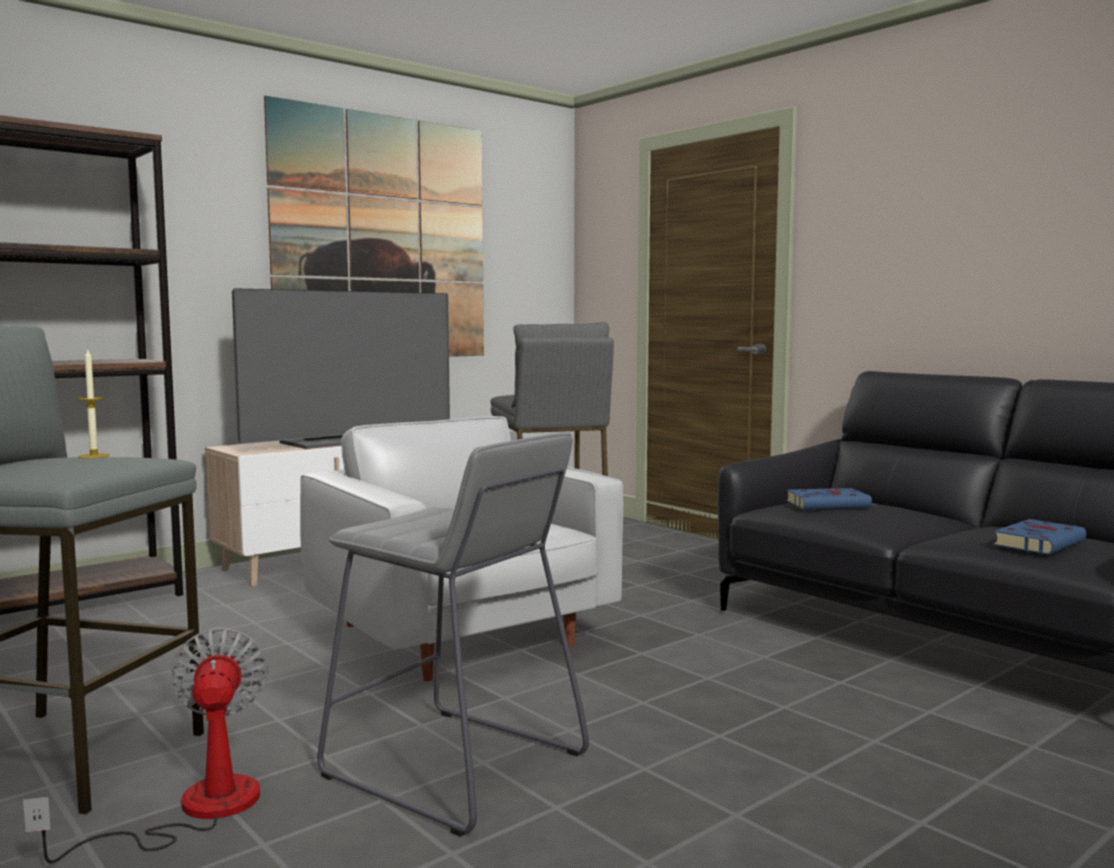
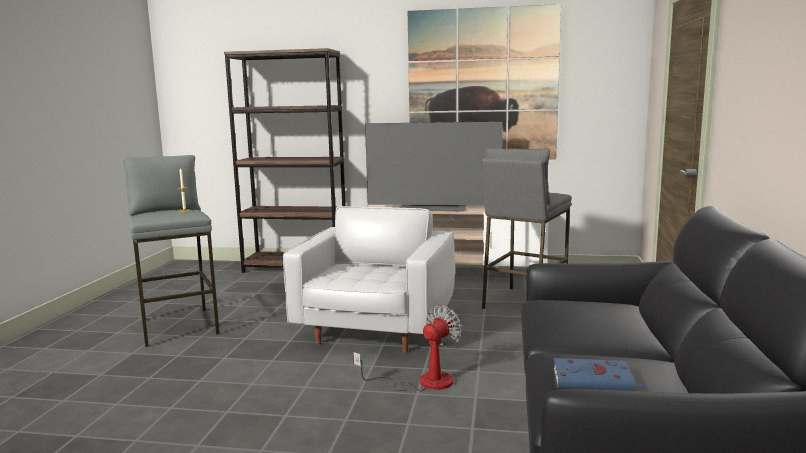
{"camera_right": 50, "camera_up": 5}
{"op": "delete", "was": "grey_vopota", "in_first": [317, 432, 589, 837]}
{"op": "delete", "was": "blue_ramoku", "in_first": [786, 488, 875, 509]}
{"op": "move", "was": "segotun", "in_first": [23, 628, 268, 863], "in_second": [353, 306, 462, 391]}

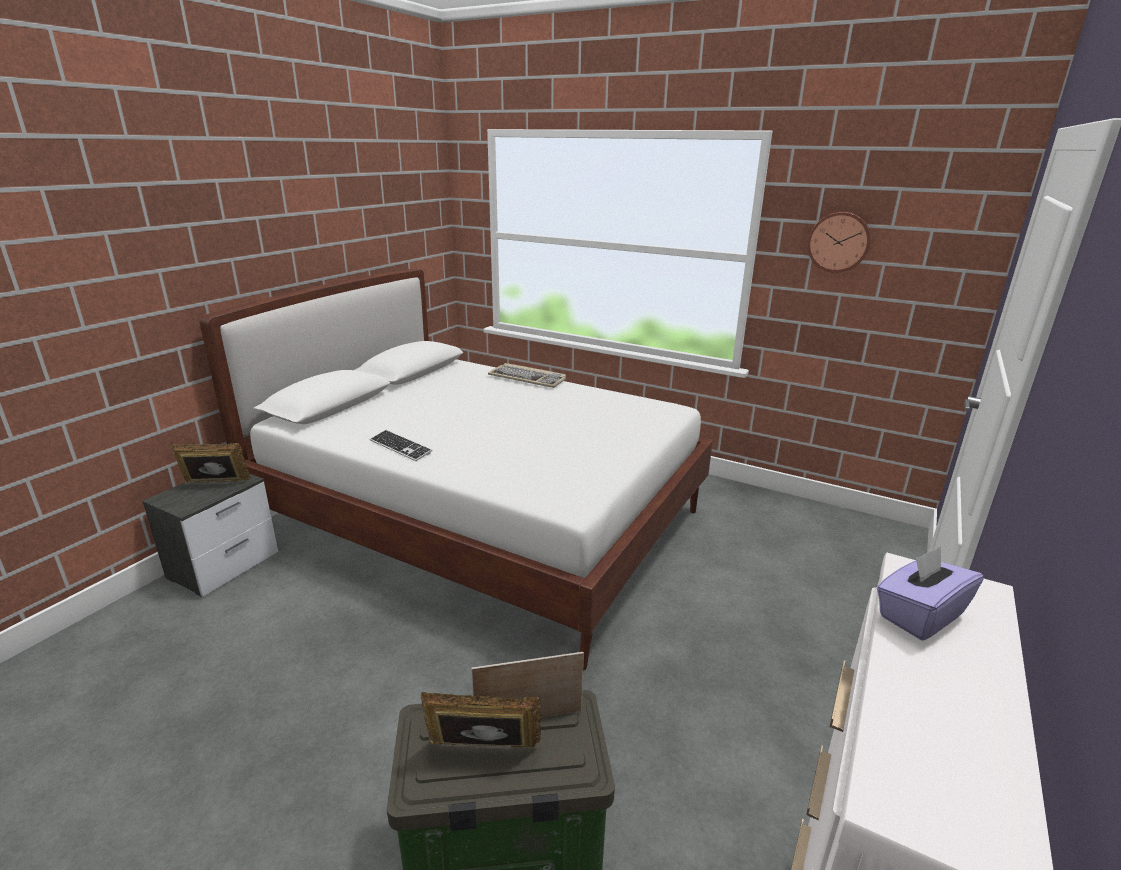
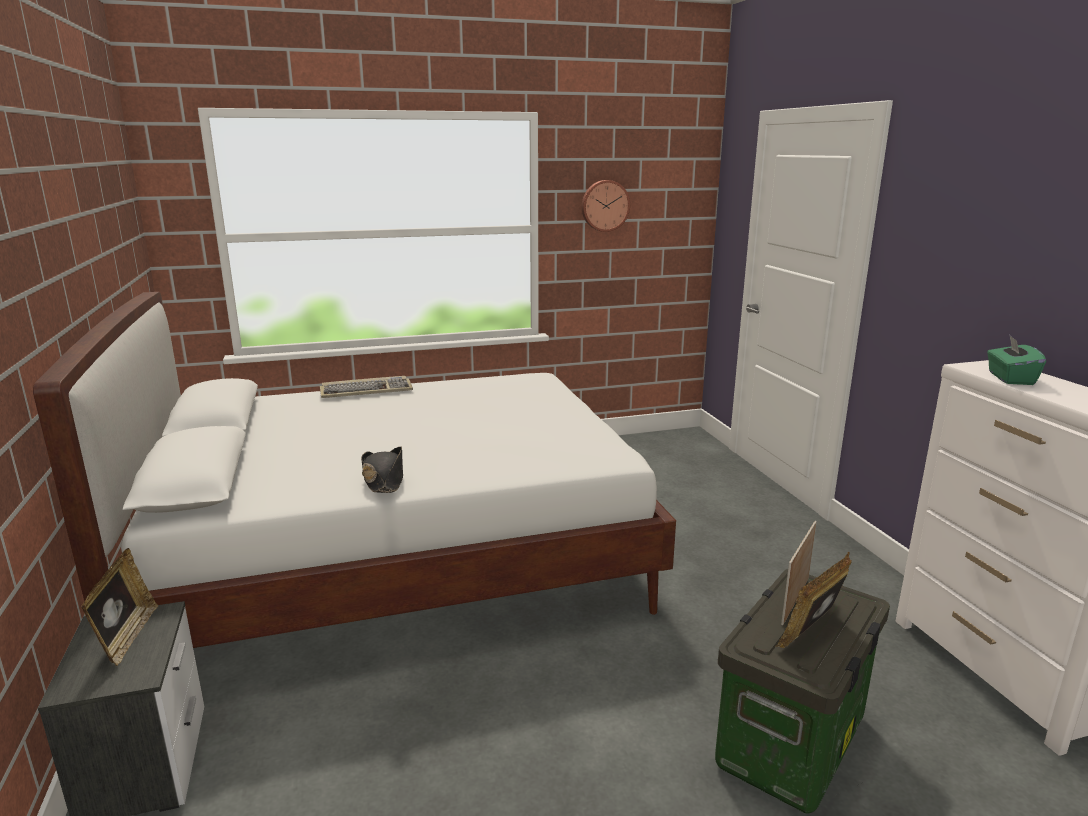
{"camera_right": -45, "camera_up": -5}
{"op": "replace", "was": "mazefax", "now": "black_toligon", "in_first": [370, 430, 433, 461], "in_second": [361, 446, 403, 493]}
{"op": "recolor", "was": "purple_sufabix", "now": "green_sufabix", "in_first": [877, 546, 983, 641], "in_second": [987, 336, 1046, 385]}
{"op": "rotate", "was": "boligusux", "in_first": [172, 443, 251, 483], "in_second": [81, 548, 159, 666], "clockwise": 135}

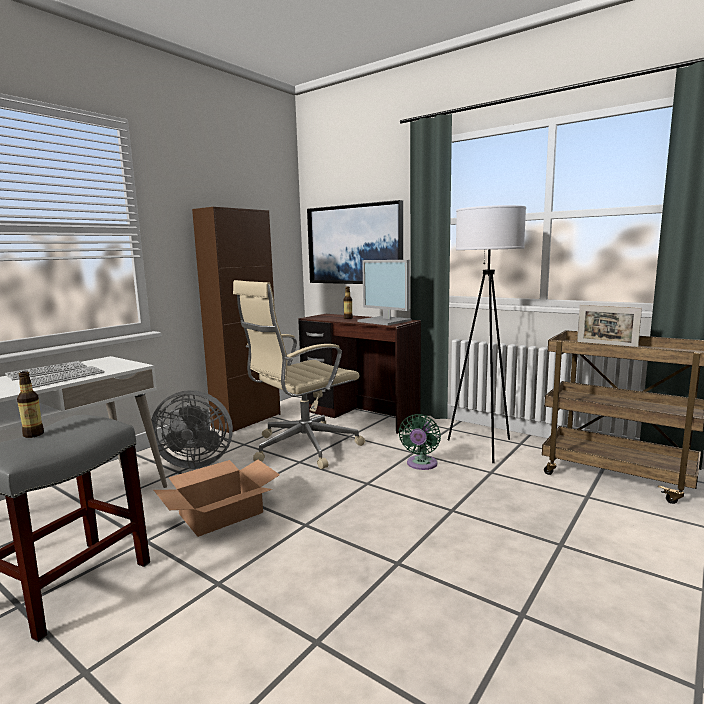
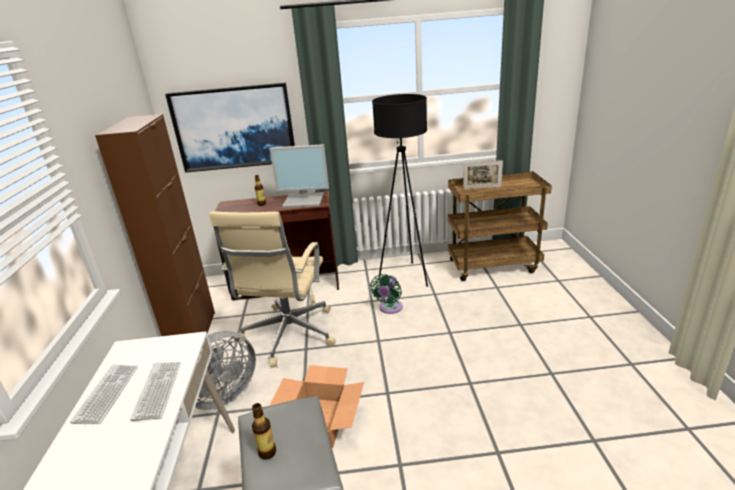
{"camera_right": -40, "camera_up": 15}
{"op": "recolor", "was": "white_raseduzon", "now": "black_raseduzon", "in_first": [448, 205, 526, 463], "in_second": [372, 94, 428, 287]}
{"op": "rotate", "was": "green_segotun", "in_first": [399, 414, 441, 470], "in_second": [370, 274, 403, 314], "clockwise": 45}

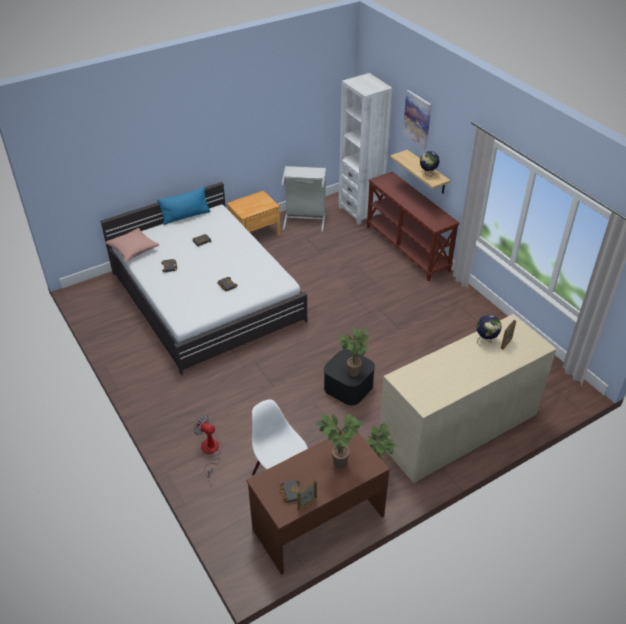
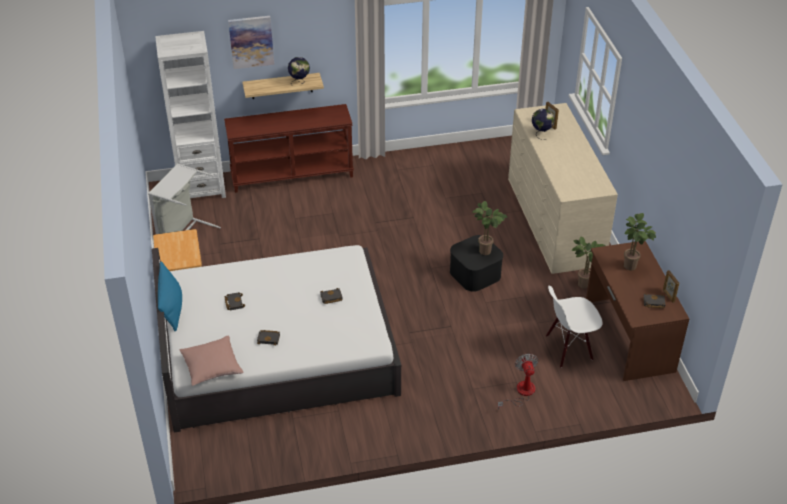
{"camera_right": -70, "camera_up": 0}
{"op": "rotate", "was": "segotun", "in_first": [193, 415, 221, 478], "in_second": [498, 353, 538, 410], "clockwise": 120}

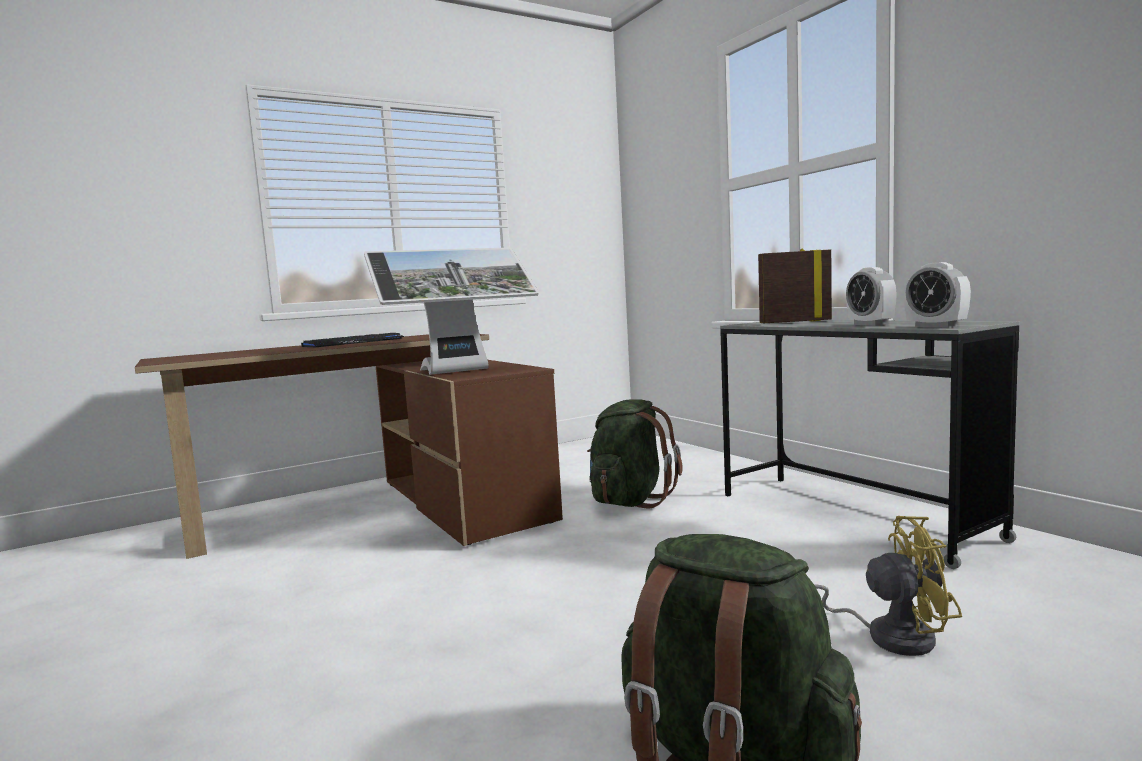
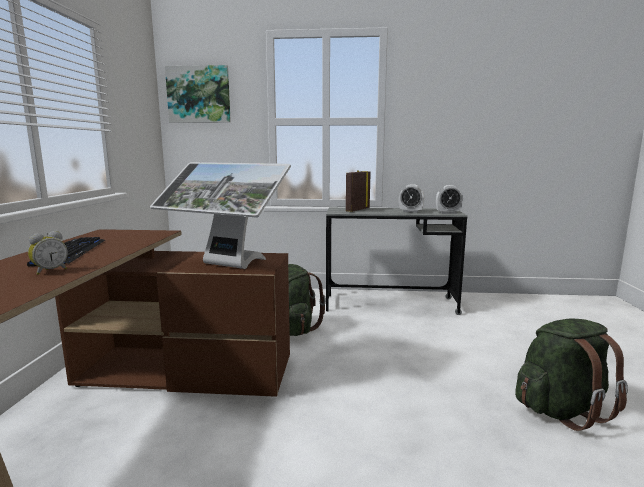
{"camera_right": -55, "camera_up": 5}
{"op": "delete", "was": "yellow_segotun", "in_first": [815, 516, 963, 656]}
{"op": "insert", "now": "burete", "in_second": [28, 231, 68, 275]}
{"op": "insert", "now": "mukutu", "in_second": [165, 65, 231, 123]}
{"op": "rotate", "was": "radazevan", "in_first": [364, 247, 539, 375], "in_second": [150, 162, 291, 269], "clockwise": 105}

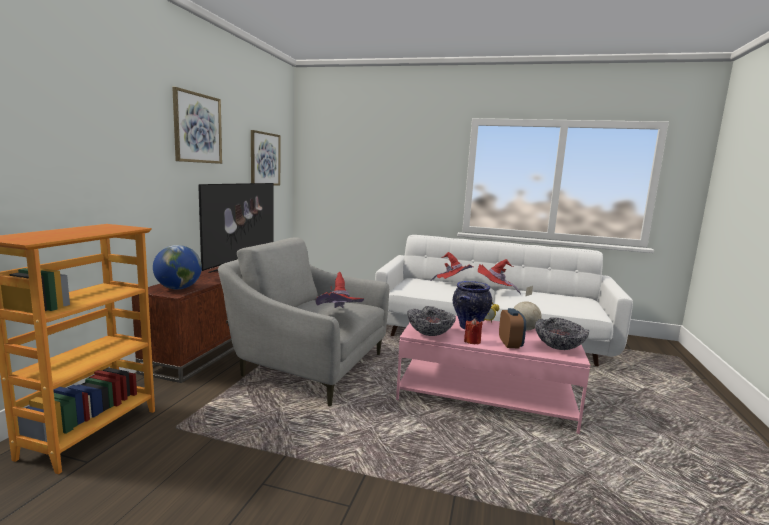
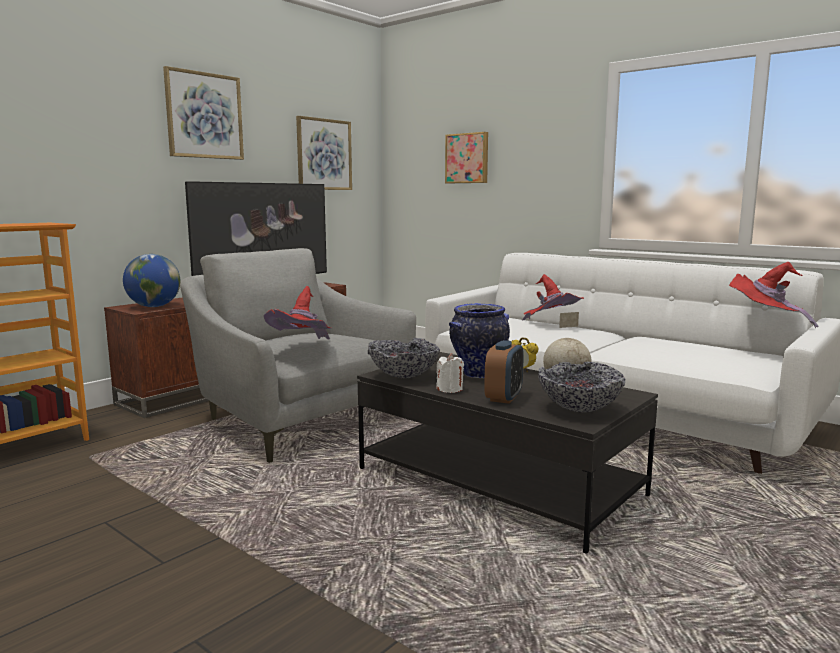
{"camera_right": 25, "camera_up": 0}
{"op": "insert", "now": "mukutu", "in_second": [445, 132, 488, 183]}
{"op": "move", "was": "red_toligon", "in_first": [478, 259, 521, 295], "in_second": [729, 262, 819, 329]}
{"op": "recolor", "was": "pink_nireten", "now": "black_nireten", "in_first": [396, 316, 590, 434], "in_second": [357, 352, 658, 554]}
{"op": "recolor", "was": "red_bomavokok", "now": "white_bomavokok", "in_first": [464, 318, 483, 344], "in_second": [436, 353, 464, 393]}

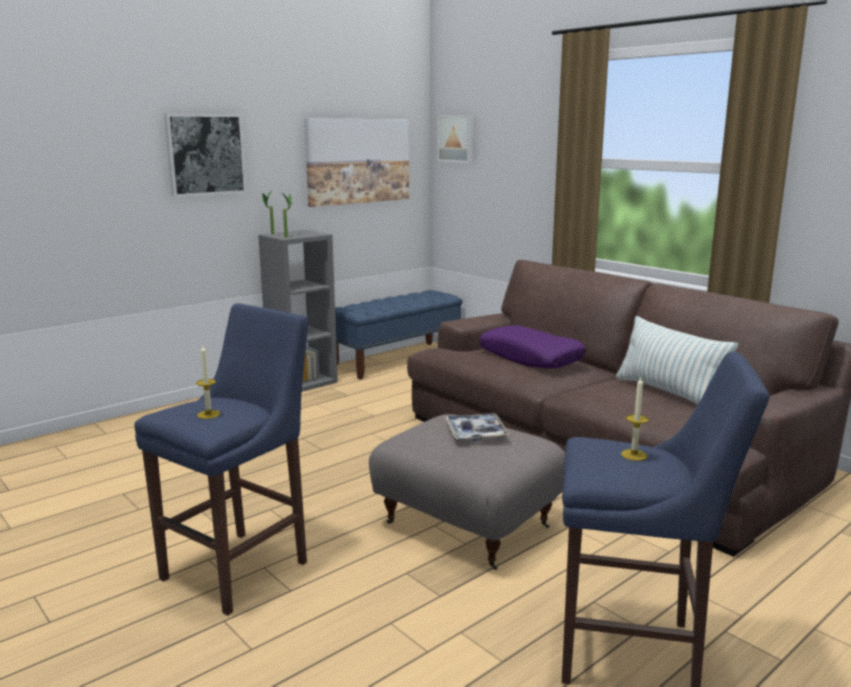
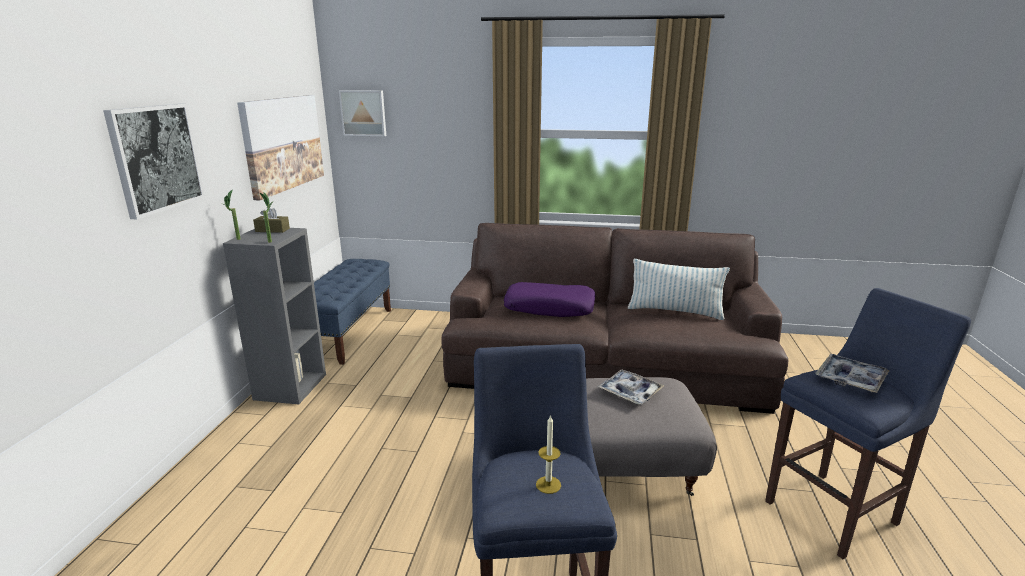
{"camera_right": -40, "camera_up": 5}
{"op": "insert", "now": "brown_sufabix", "in_second": [253, 207, 290, 233]}
{"op": "replace", "was": "bomavokok", "now": "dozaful", "in_first": [621, 377, 649, 461], "in_second": [816, 354, 890, 393]}

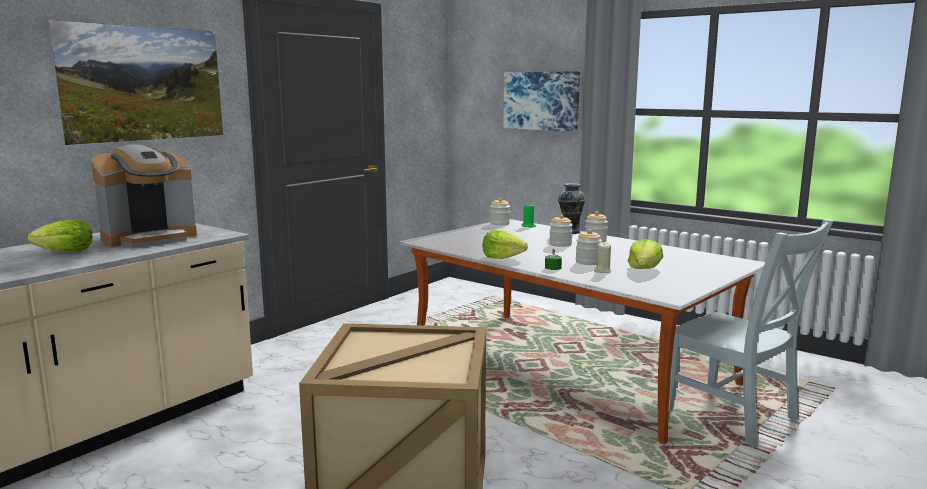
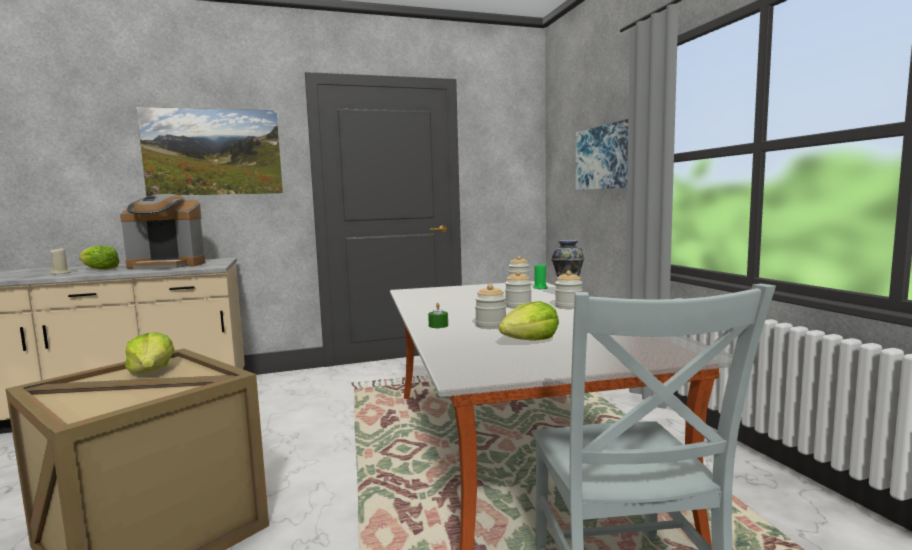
{"camera_right": 35, "camera_up": -5}
{"op": "move", "was": "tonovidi", "in_first": [482, 230, 528, 259], "in_second": [125, 333, 175, 374]}
{"op": "move", "was": "beige_bomavokok", "in_first": [594, 242, 611, 273], "in_second": [50, 247, 71, 274]}

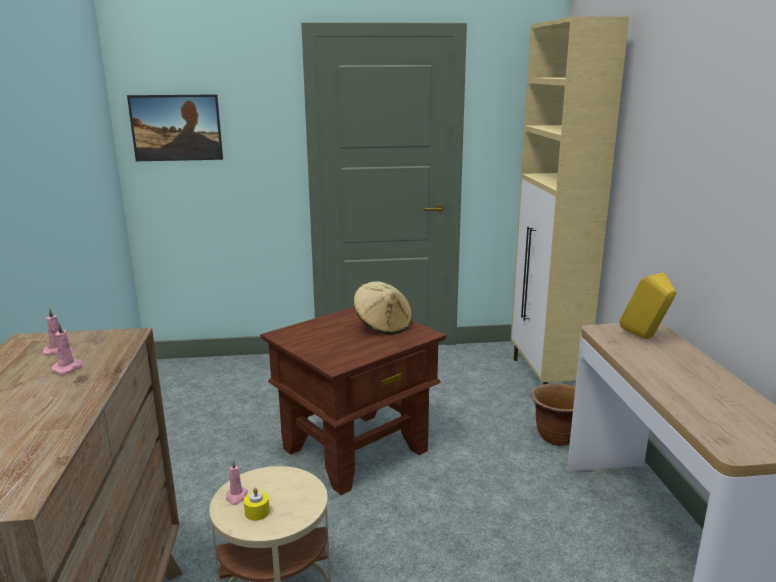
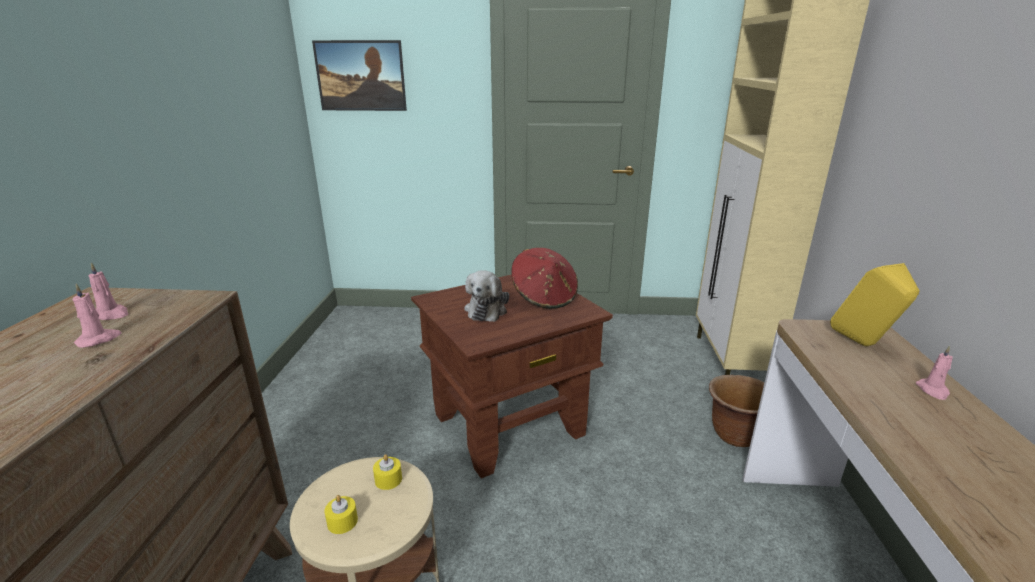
{"camera_right": 10, "camera_up": 5}
{"op": "insert", "now": "yellow_bomavokok", "in_second": [373, 454, 402, 490]}
{"op": "insert", "now": "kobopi", "in_second": [464, 270, 509, 322]}
{"op": "move", "was": "pink_bomavokok", "in_first": [226, 461, 248, 505], "in_second": [916, 346, 953, 400]}
{"op": "recolor", "was": "beige_toligon", "now": "red_toligon", "in_first": [354, 282, 412, 334], "in_second": [511, 248, 578, 309]}

